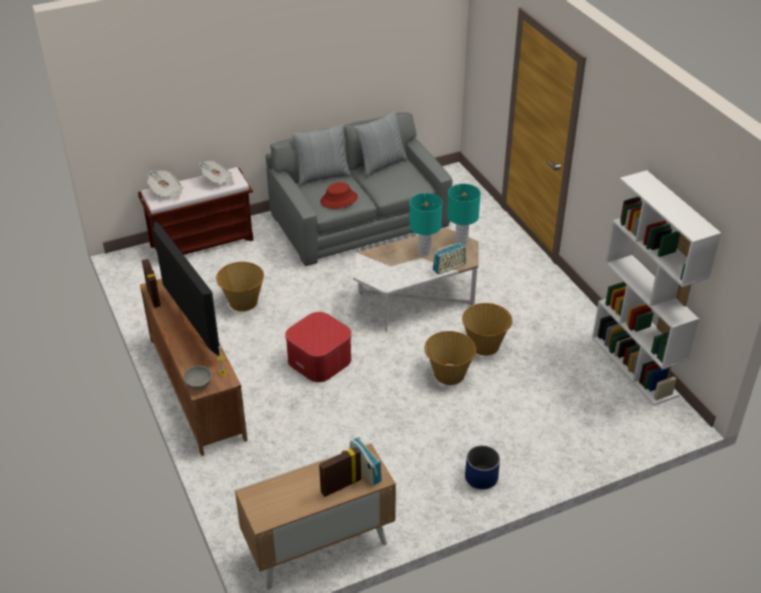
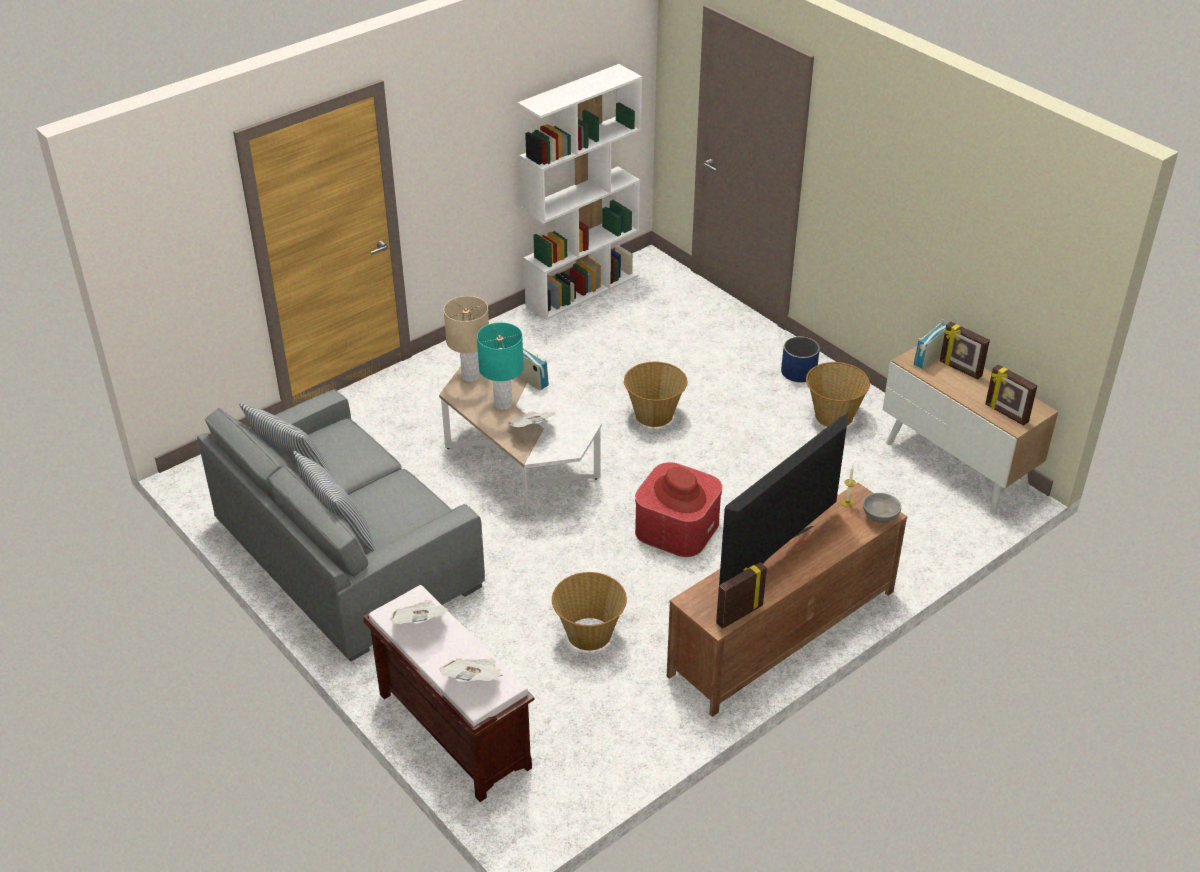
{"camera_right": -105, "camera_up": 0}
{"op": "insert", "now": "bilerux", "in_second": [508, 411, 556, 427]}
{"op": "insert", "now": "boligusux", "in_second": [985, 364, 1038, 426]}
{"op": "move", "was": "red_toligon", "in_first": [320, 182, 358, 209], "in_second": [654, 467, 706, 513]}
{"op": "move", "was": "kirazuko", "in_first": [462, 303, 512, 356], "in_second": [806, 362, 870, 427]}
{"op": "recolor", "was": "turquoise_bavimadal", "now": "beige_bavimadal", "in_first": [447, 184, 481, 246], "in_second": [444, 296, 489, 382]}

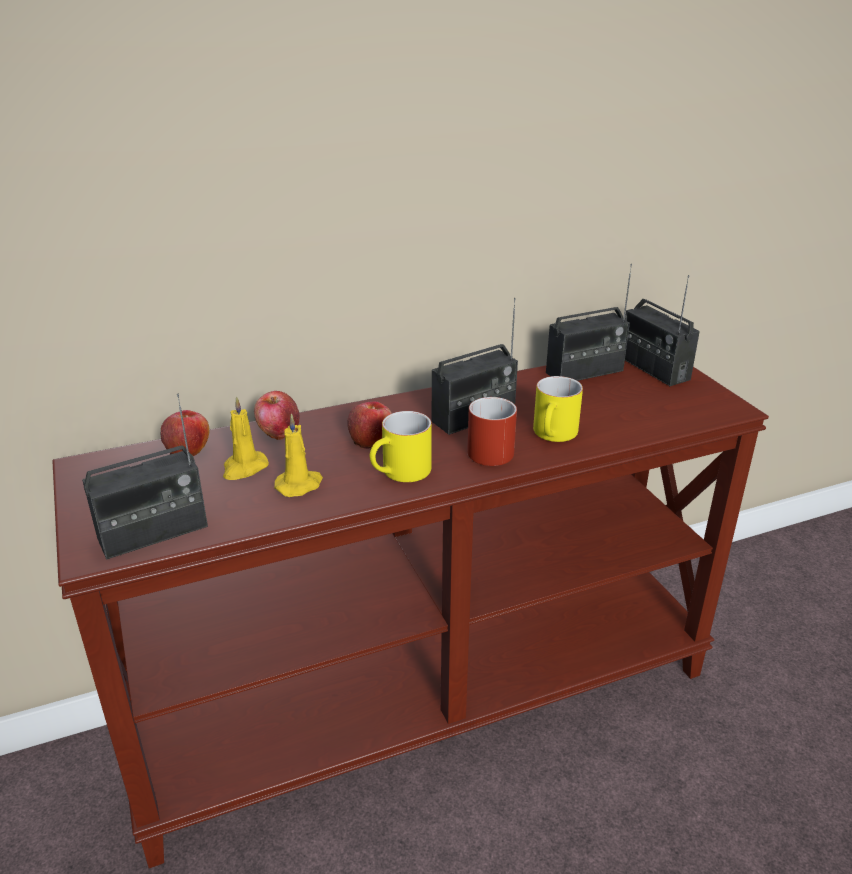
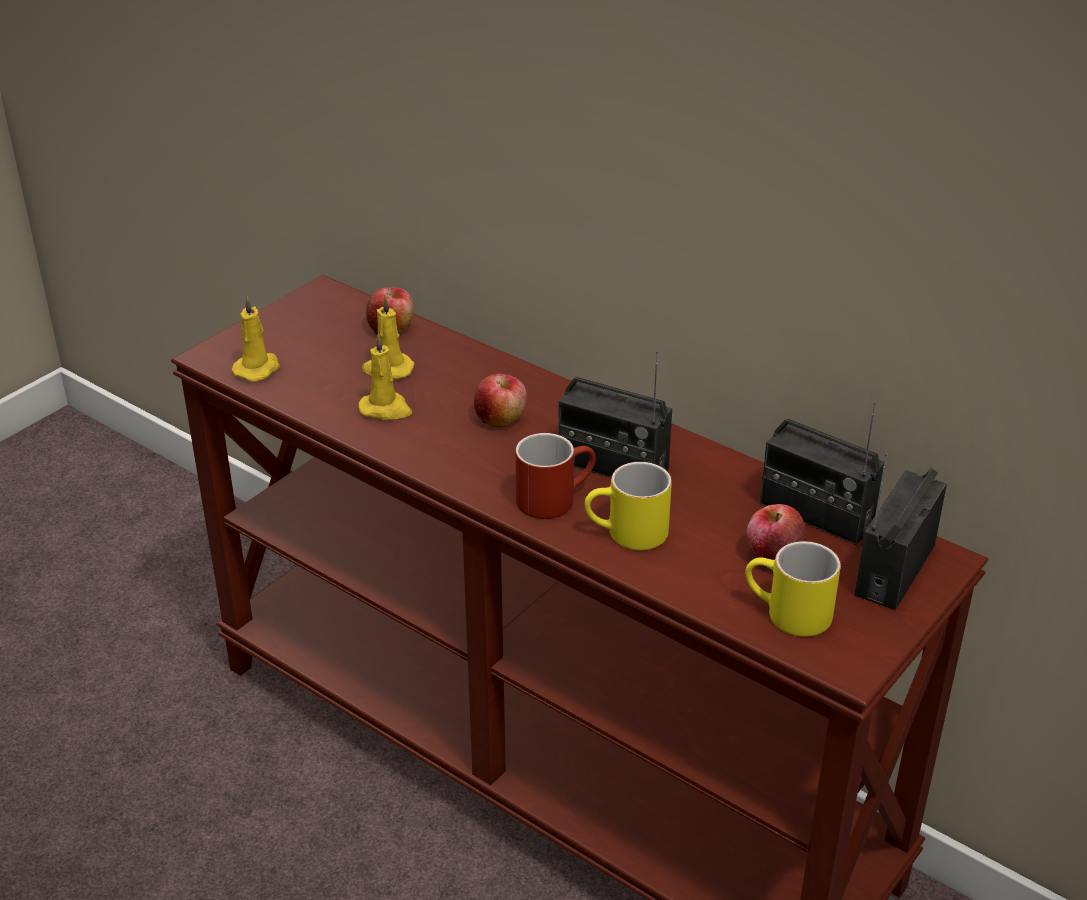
{"camera_right": 60, "camera_up": 5}
{"op": "move", "was": "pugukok", "in_first": [254, 391, 300, 440], "in_second": [747, 504, 806, 568]}
{"op": "move", "was": "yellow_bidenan", "in_first": [370, 411, 432, 482], "in_second": [745, 541, 841, 637]}
{"op": "replace", "was": "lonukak", "now": "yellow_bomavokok", "in_first": [82, 394, 208, 559], "in_second": [232, 296, 280, 381]}

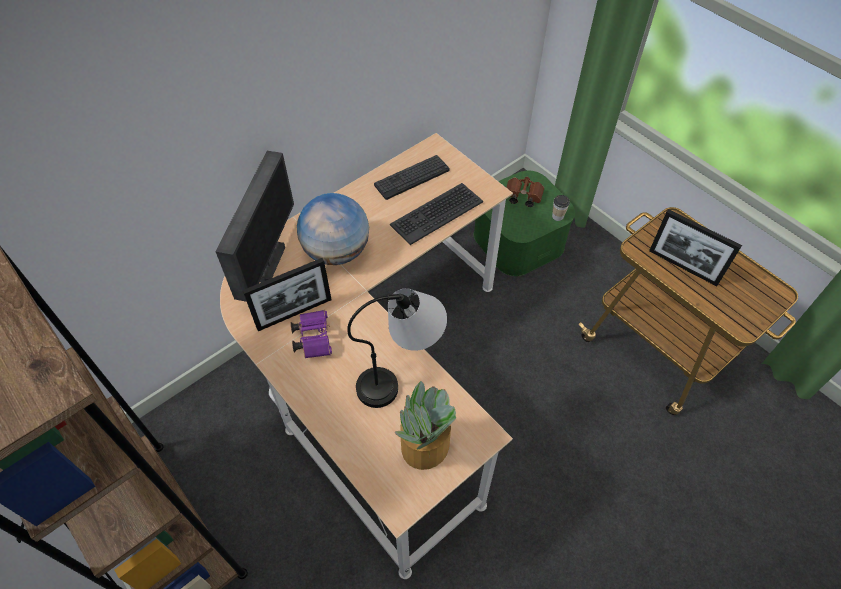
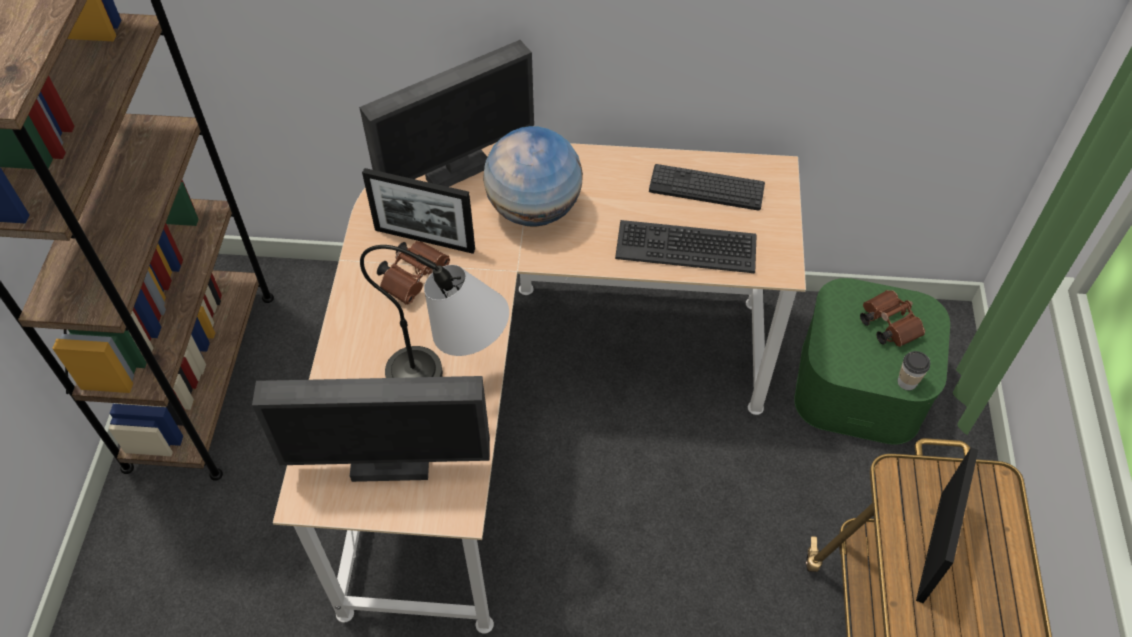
{"camera_right": 45, "camera_up": 0}
{"op": "replace", "was": "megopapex", "now": "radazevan", "in_first": [395, 381, 456, 470], "in_second": [252, 376, 490, 482]}
{"op": "recolor", "was": "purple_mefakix", "now": "brown_mefakix", "in_first": [291, 310, 332, 358], "in_second": [377, 241, 450, 305]}
{"op": "rotate", "was": "boligusux", "in_first": [649, 209, 742, 286], "in_second": [916, 448, 978, 603], "clockwise": -150}

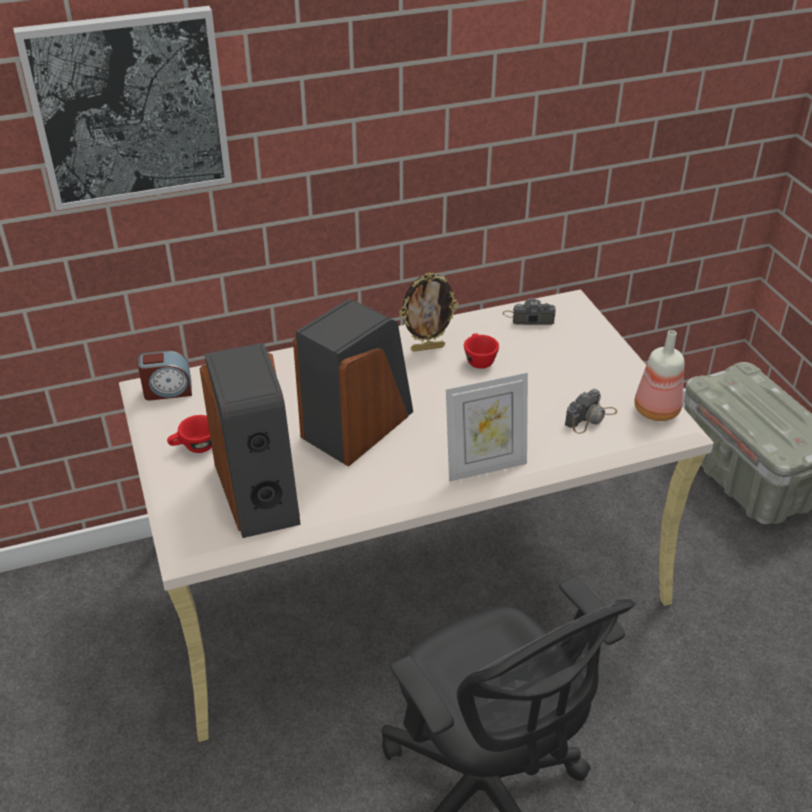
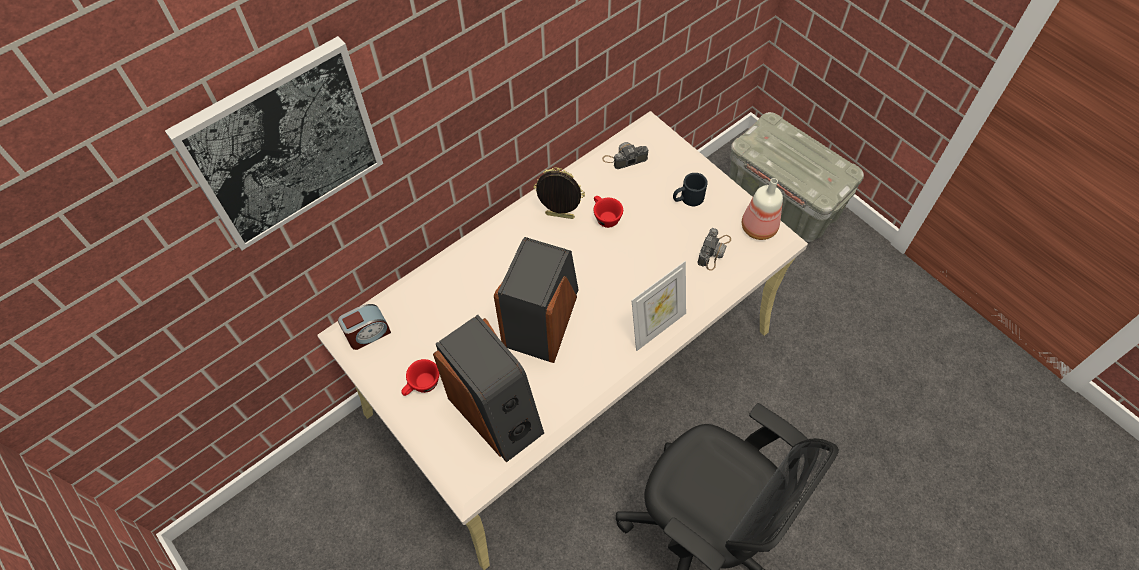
{"camera_right": -20, "camera_up": 20}
{"op": "insert", "now": "black_bidenan", "in_second": [673, 173, 708, 206]}
{"op": "rotate", "was": "boligusux", "in_first": [399, 272, 458, 352], "in_second": [533, 167, 585, 219], "clockwise": -135}

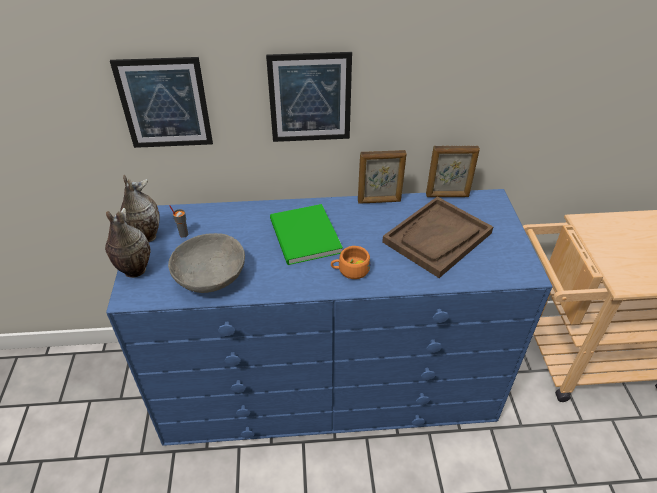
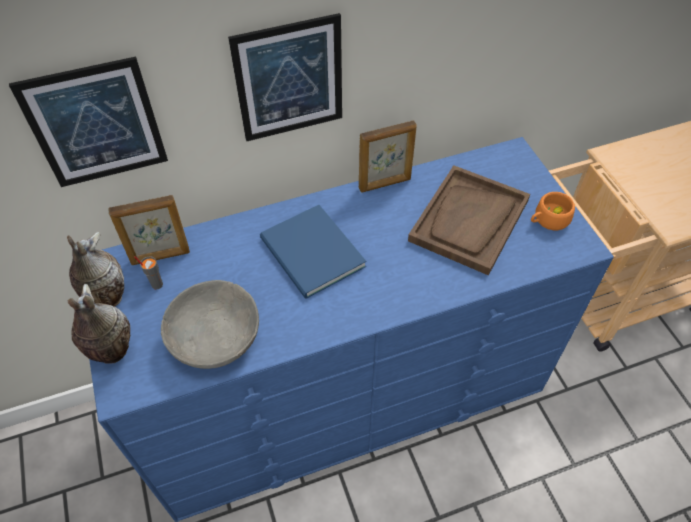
{"camera_right": -15, "camera_up": 10}
{"op": "move", "was": "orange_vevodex", "in_first": [331, 246, 370, 279], "in_second": [531, 192, 575, 230]}
{"op": "move", "was": "boligusux", "in_first": [426, 146, 480, 197], "in_second": [108, 195, 190, 265]}
{"op": "recolor", "was": "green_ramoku", "now": "blue_ramoku", "in_first": [270, 204, 343, 265], "in_second": [260, 205, 366, 299]}

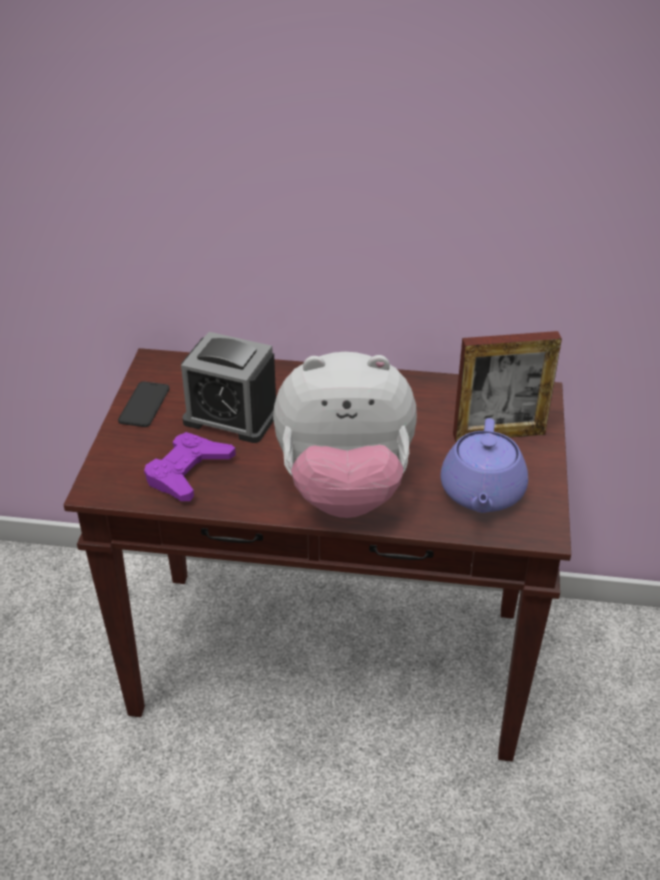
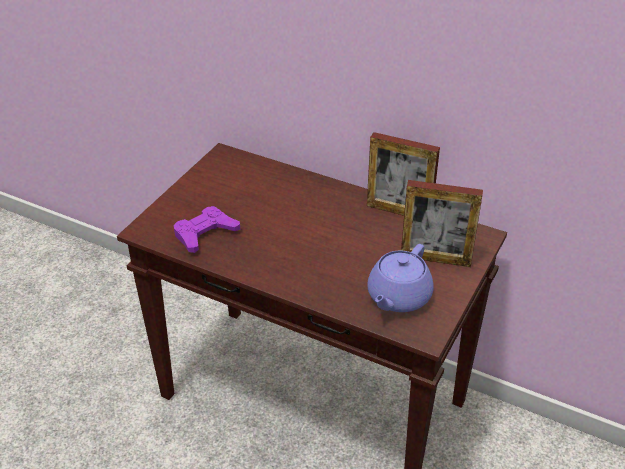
{"camera_right": 20, "camera_up": 0}
{"op": "delete", "was": "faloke", "in_first": [118, 381, 170, 427]}
{"op": "delete", "was": "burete", "in_first": [181, 332, 276, 443]}
{"op": "delete", "was": "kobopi", "in_first": [273, 352, 417, 518]}
{"op": "insert", "now": "boligusux", "in_second": [367, 132, 440, 216]}

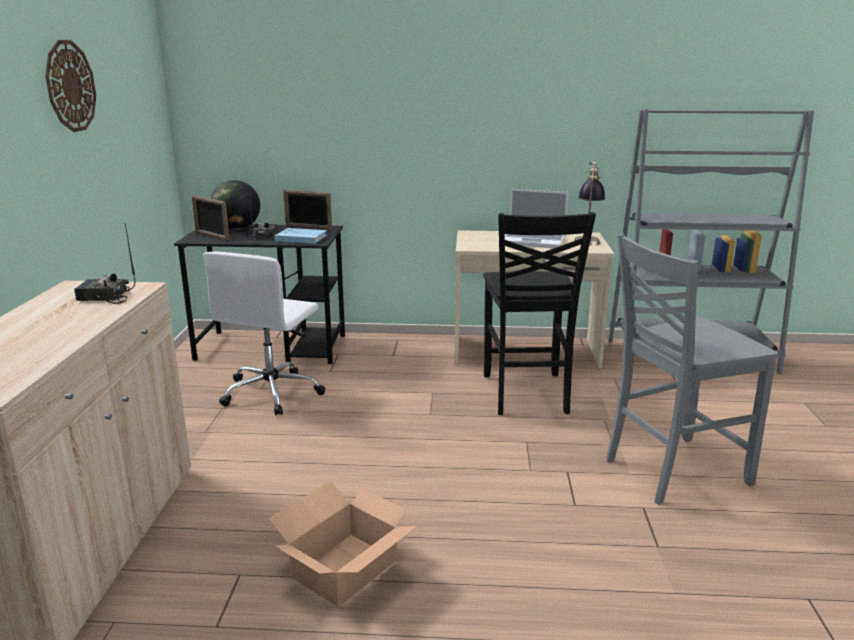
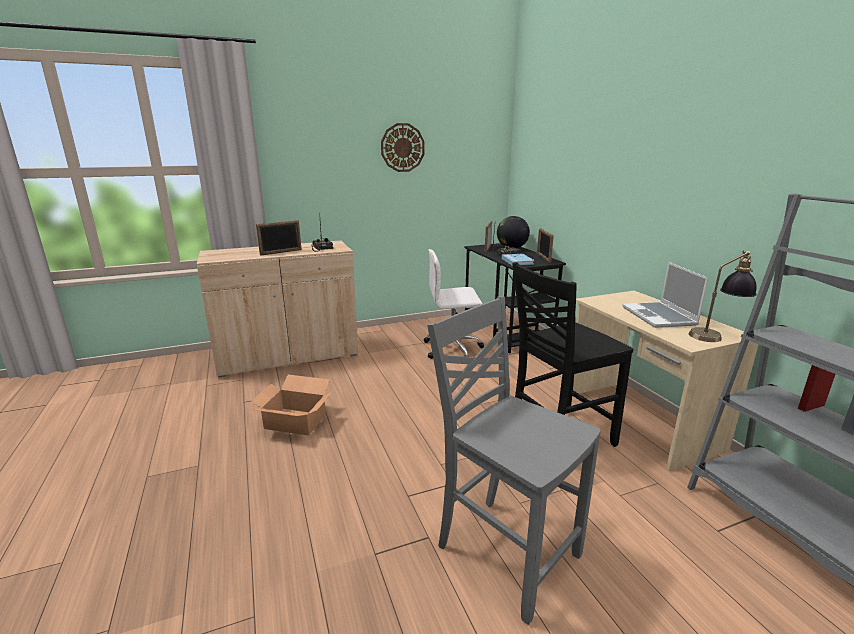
{"camera_right": 65, "camera_up": 0}
{"op": "insert", "now": "boligusux", "in_second": [256, 220, 302, 256]}

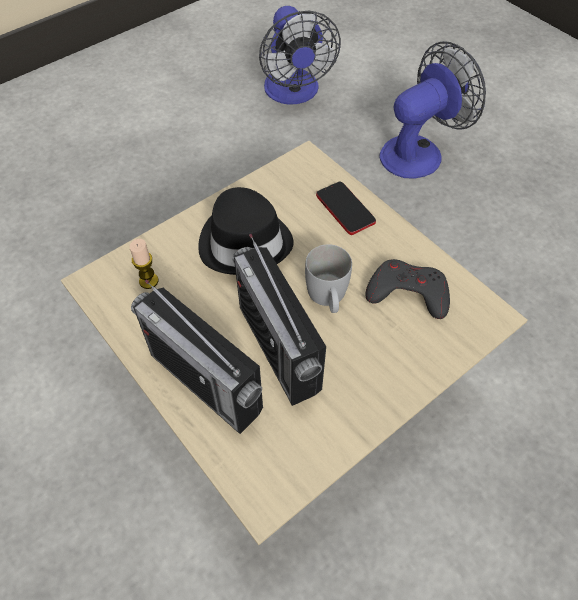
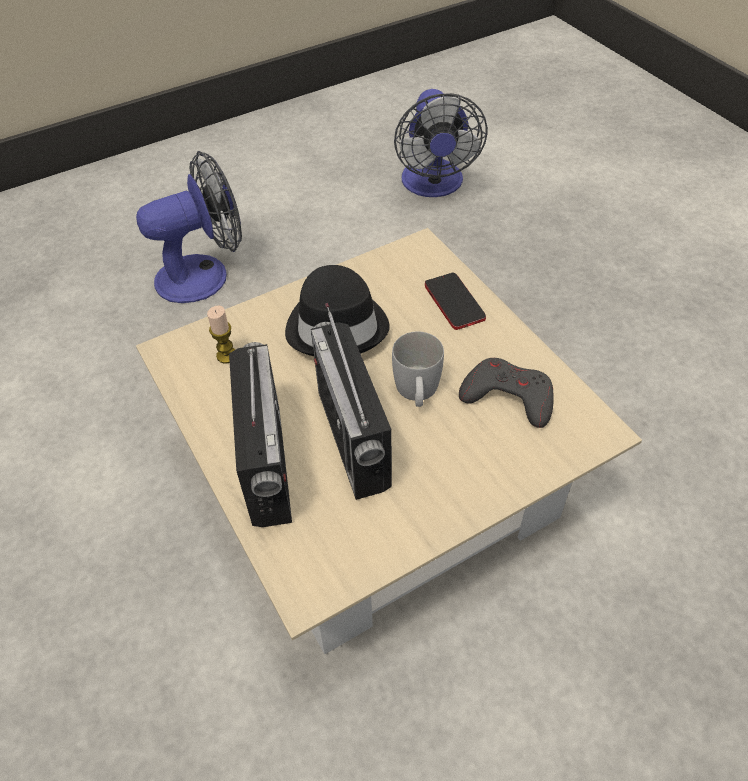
{"camera_right": 10, "camera_up": -5}
{"op": "move", "was": "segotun", "in_first": [379, 41, 486, 178], "in_second": [136, 151, 242, 303]}
{"op": "rotate", "was": "lonukak", "in_first": [131, 279, 263, 434], "in_second": [229, 342, 292, 527], "clockwise": -150}

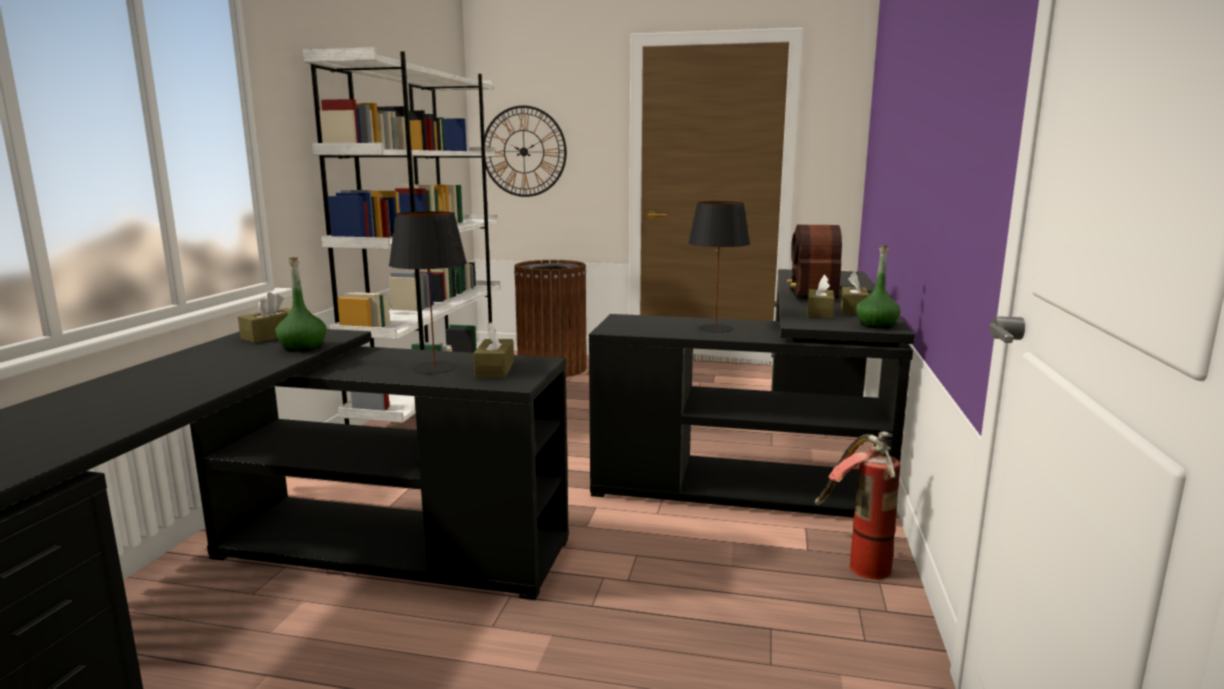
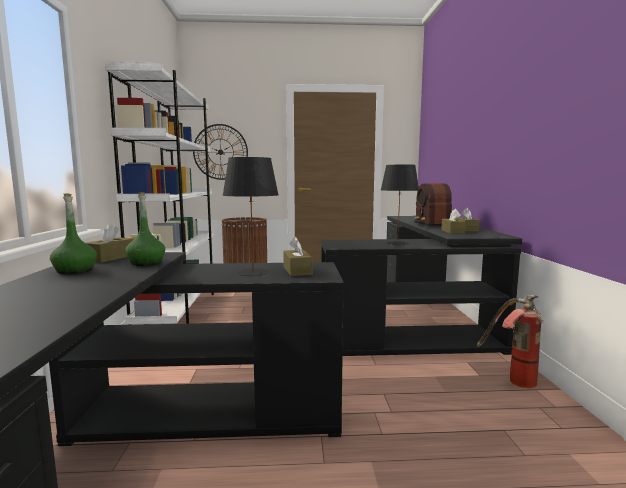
{"camera_right": -15, "camera_up": -5}
{"op": "move", "was": "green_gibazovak", "in_first": [856, 246, 901, 328], "in_second": [50, 194, 97, 274]}

